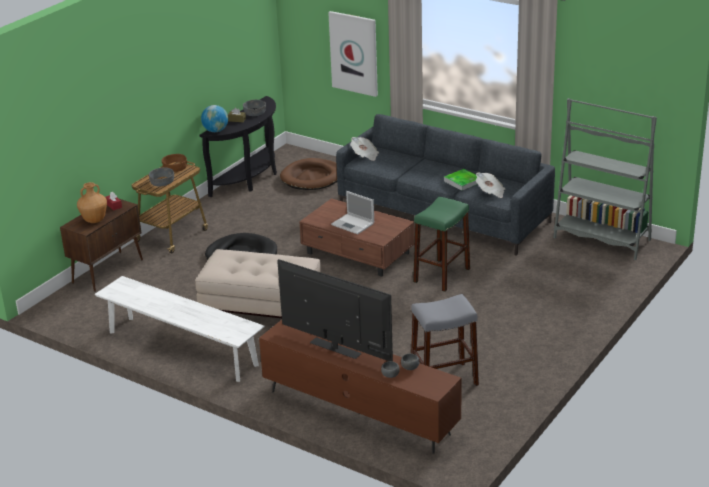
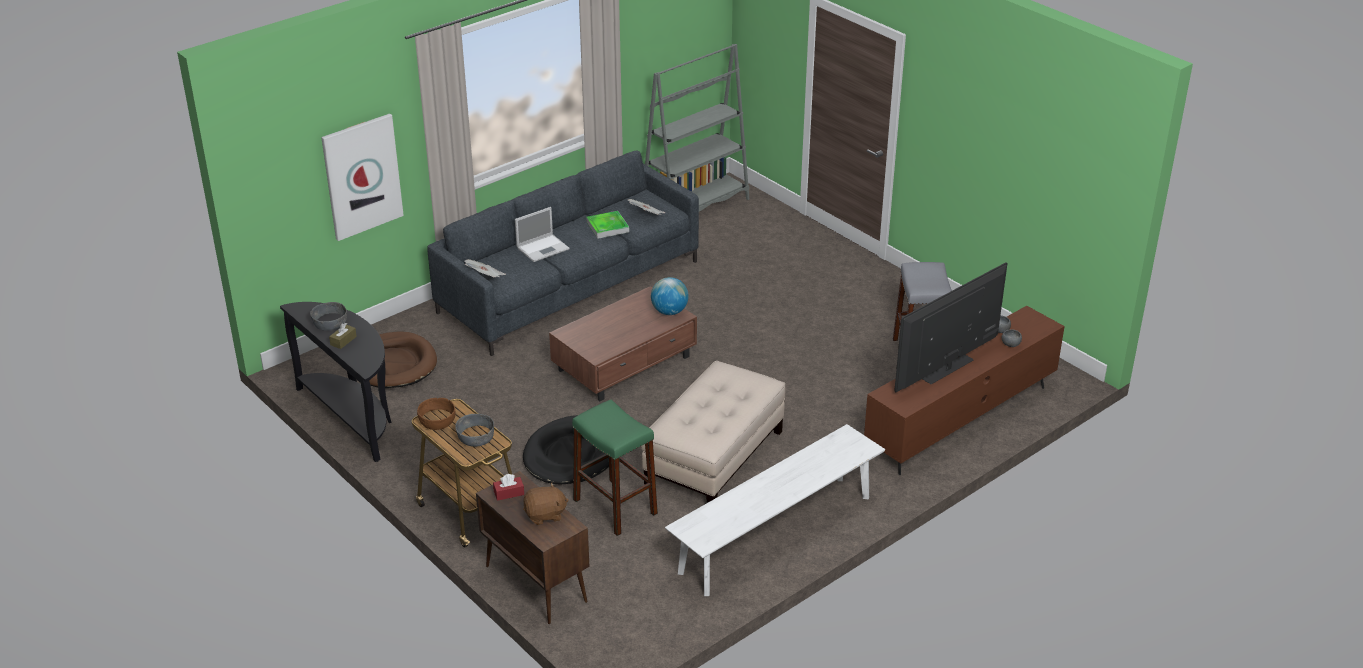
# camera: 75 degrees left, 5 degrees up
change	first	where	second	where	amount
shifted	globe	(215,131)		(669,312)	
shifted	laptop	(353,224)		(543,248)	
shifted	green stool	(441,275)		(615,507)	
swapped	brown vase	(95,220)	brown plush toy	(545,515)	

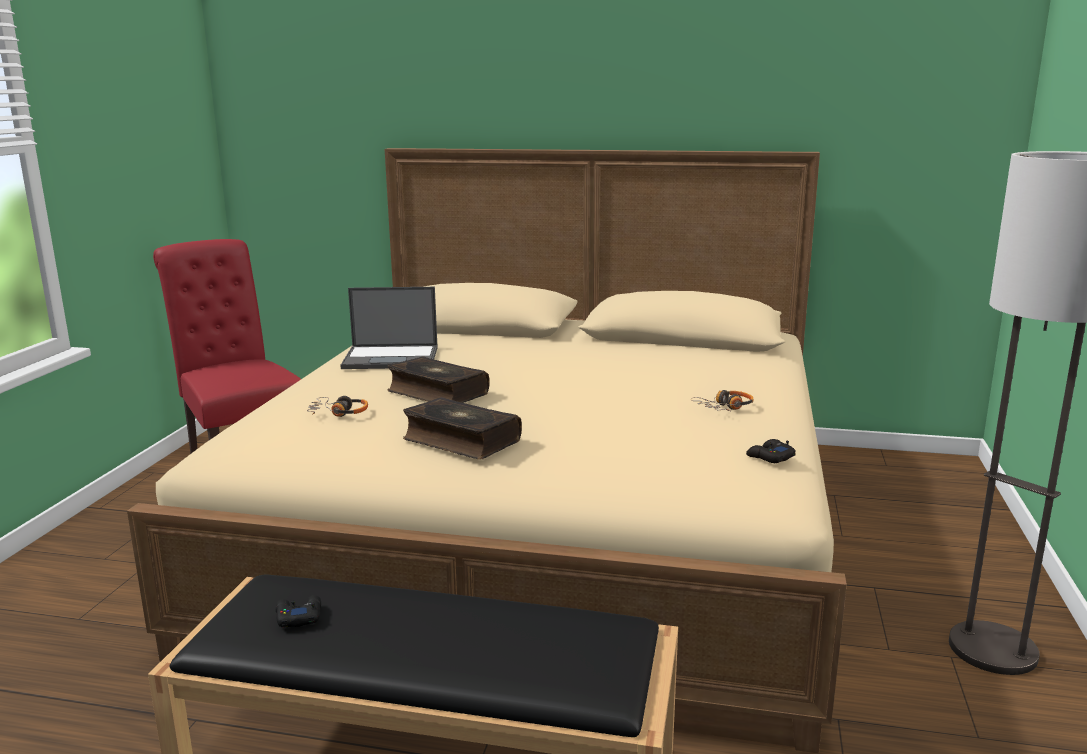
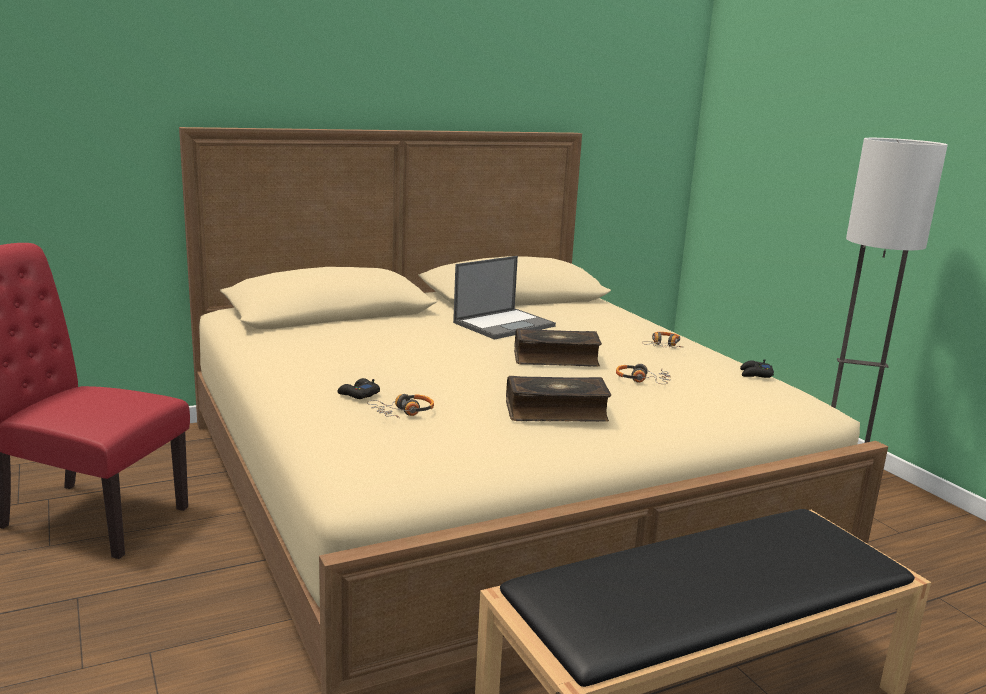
# camera: 40 degrees left, 0 degrees up
change	first	where	second	where	amount
new			headphones	(642,380)	
shifted	black game controller	(298,617)		(358,394)	
shifted	laptop	(392,358)		(504,324)	
shifted	book	(436,393)		(556,358)	

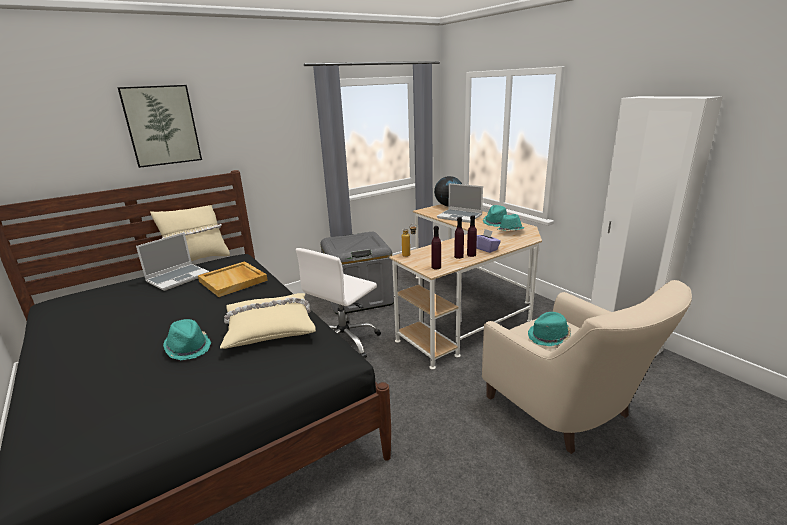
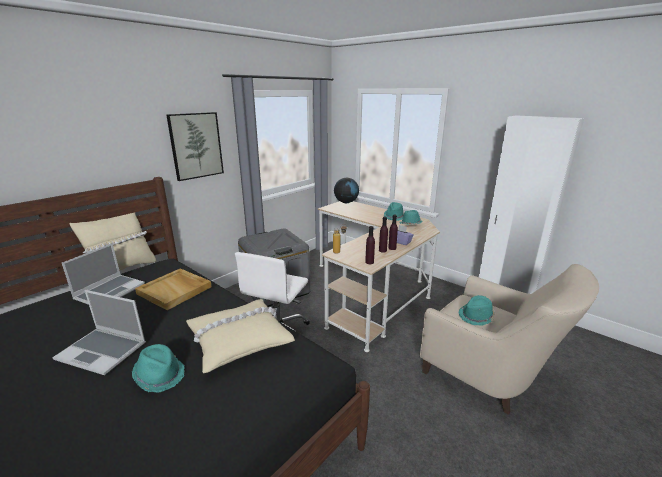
# camera: 15 degrees left, 0 degrees up
change	first	where	second	where	amount
shifted	picture	(162,125)		(196,145)	
shifted	laptop	(460,216)		(103,351)	

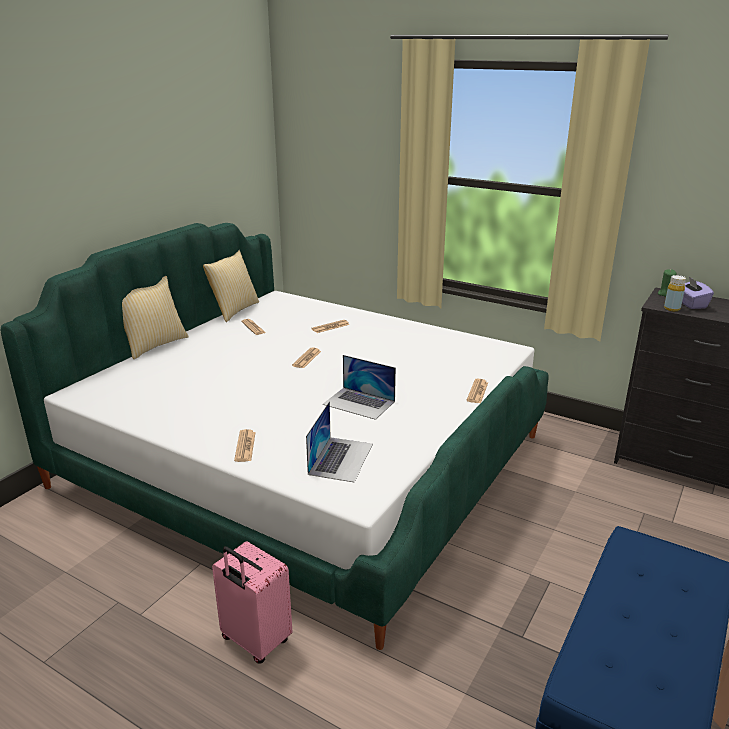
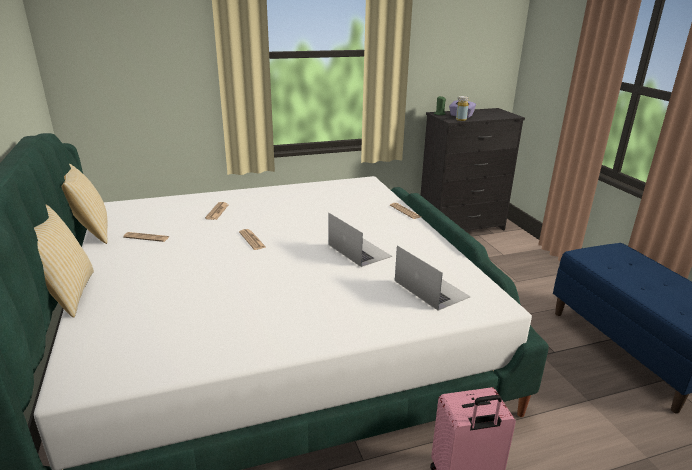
# camera: 50 degrees left, 0 degrees up
change	first	where	second	where	amount
gone	newspaper	(245,446)			
rotated	laptop	(359,403)		(359,250)	105 degrees counterclockwise

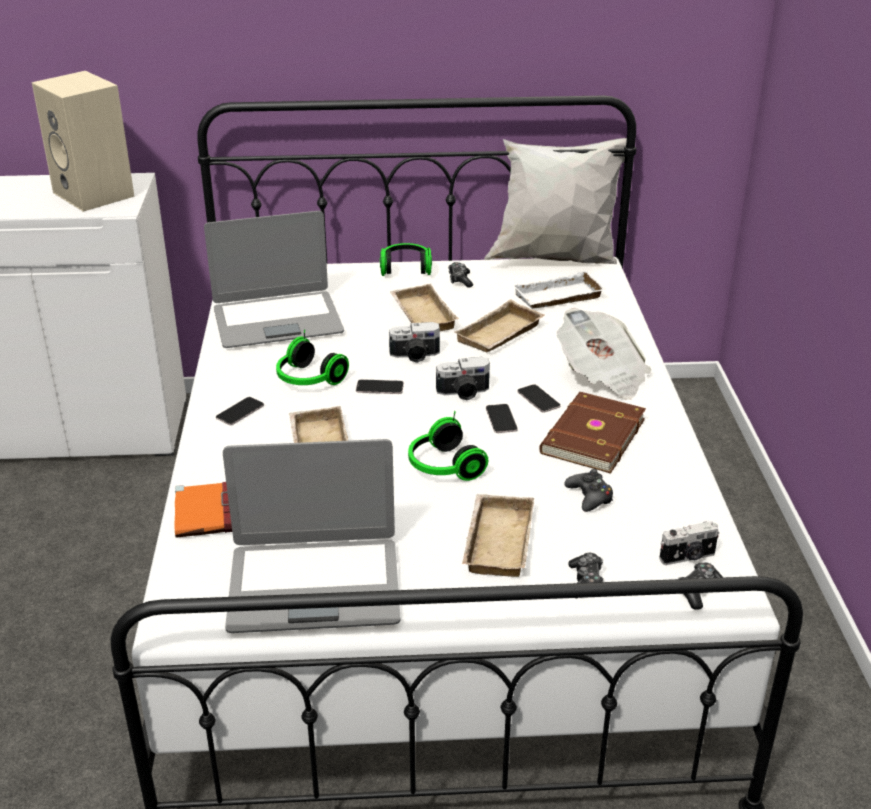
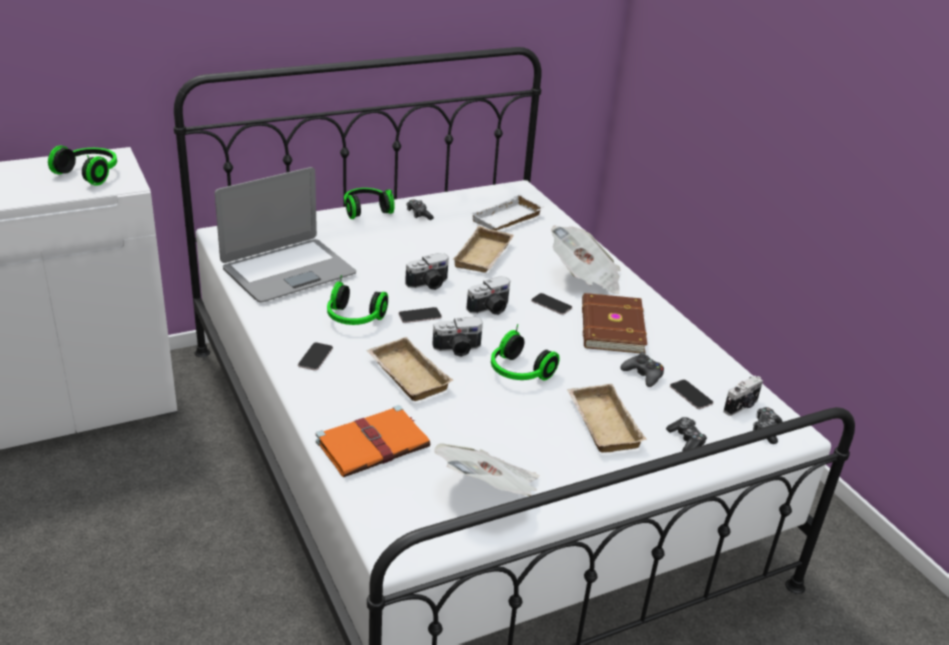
# camera: 25 degrees left, 0 degrees up
change	first	where	second	where	amount
gone	beige tray	(420,315)			
gone	white pillow	(556,259)			
new			photo camera	(457,349)	
shifted	phone	(501,419)		(691,395)	
swapped	beige speaker	(96,194)	headphones	(90,174)	
swapped	laptop	(314,585)	newspaper	(489,491)	

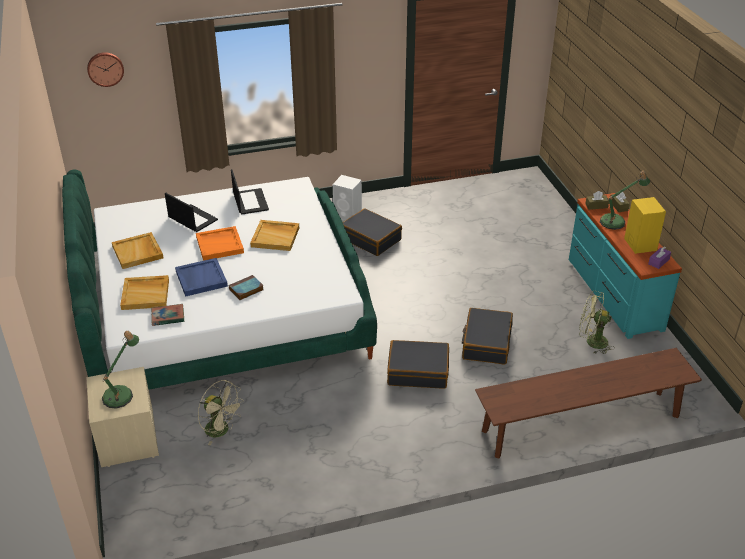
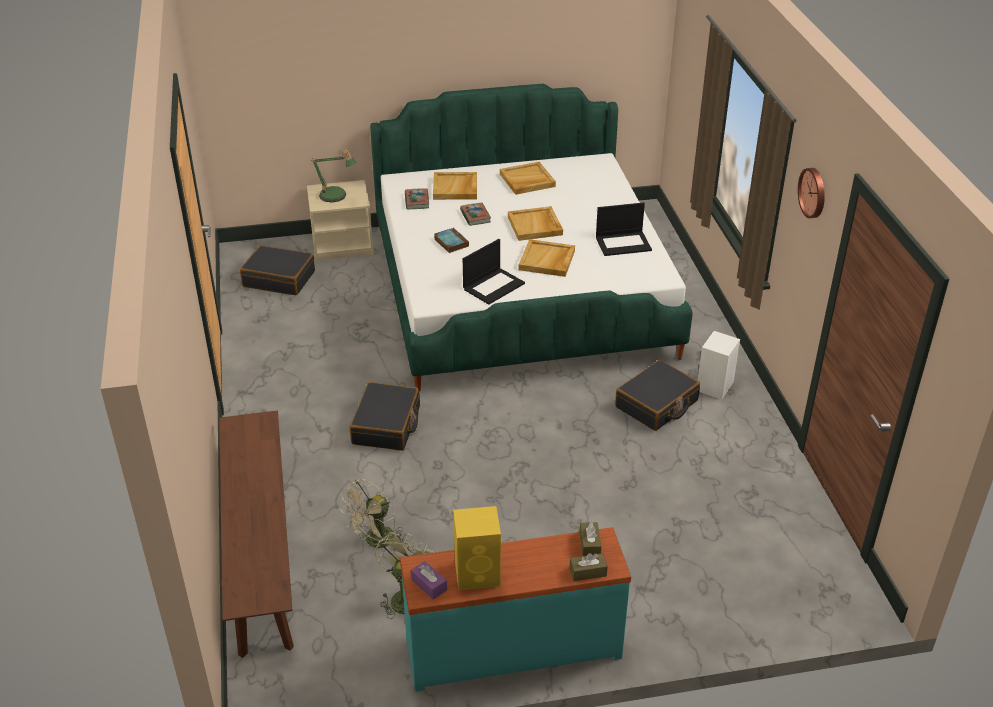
# camera: 95 degrees right, 0 degrees up
change	first	where	second	where	amount
gone	table lamp	(616,221)			
shifted	wall clock	(105,68)		(813,192)	
shifted	laptop	(192,219)		(494,286)	
shifted	beige fan	(221,431)		(376,542)	
shifted	black suitcase	(486,343)		(279,279)	
swapped	blue tray	(201,278)	book	(475,216)	
repainted	orange tray	(220,245)	beige tray	(535,226)	

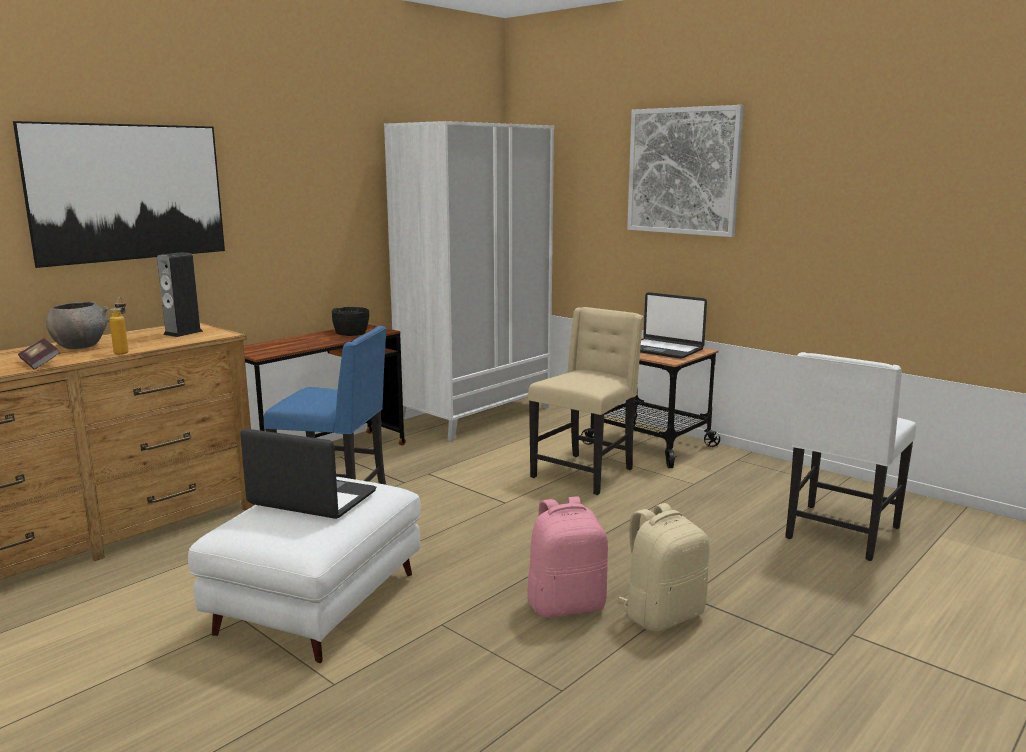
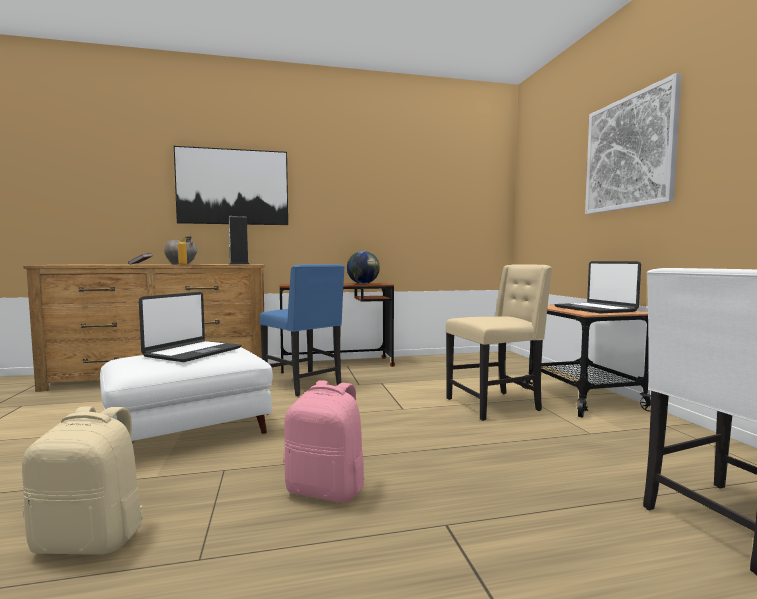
# camera: 35 degrees right, 10 degrees down
change	first	where	second	where	amount
gone	white wardrobe	(475,414)			
shifted	beige backpack	(662,615)		(92,539)	
swapped	black bowl	(352,333)	globe	(363,283)	
rotated	laptop	(312,499)		(192,352)	60 degrees clockwise

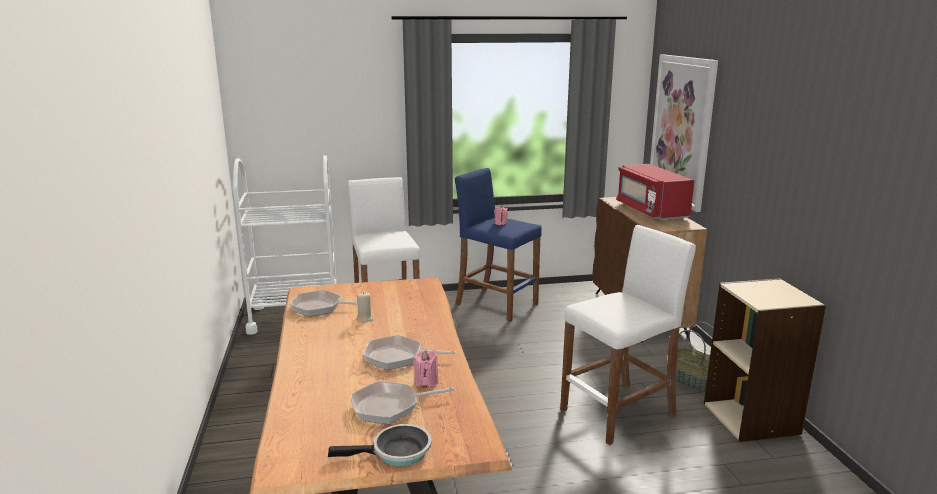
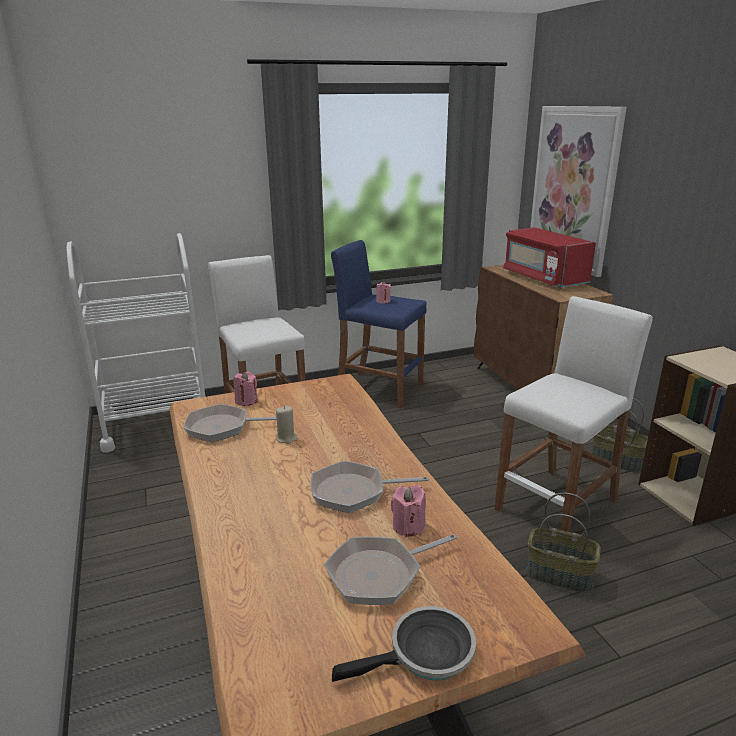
# camera: 10 degrees left, 5 degrees up
change	first	where	second	where	amount
new			pink candle	(246,401)	
new			basket	(560,574)	

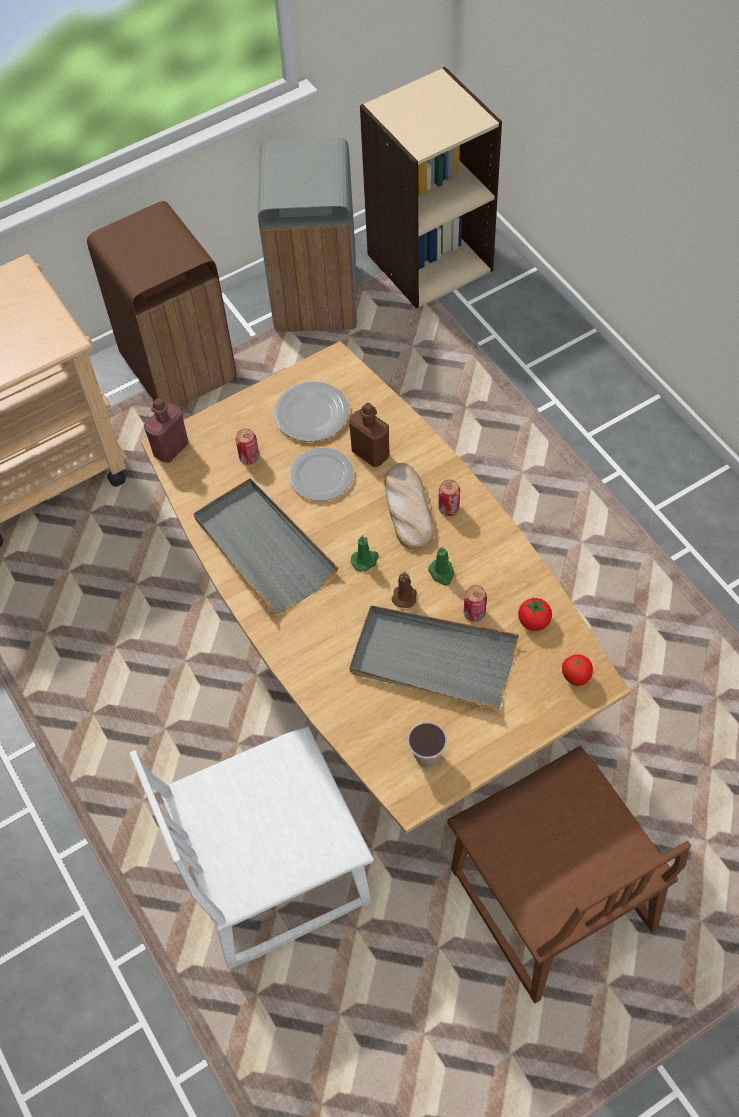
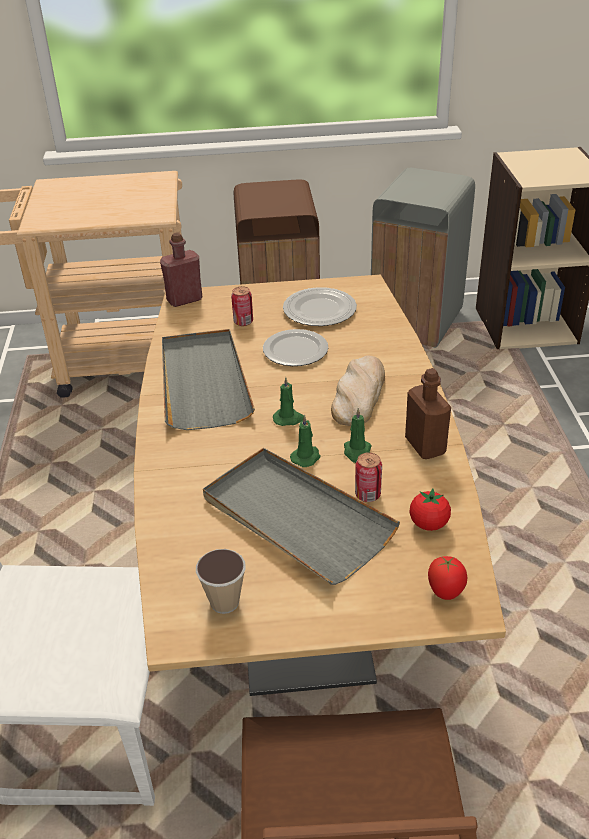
# camera: 25 degrees right, 20 degrees down
change	first	where	second	where	amount
gone	can	(448,508)			
shifted	brown bottle	(370,453)		(425,446)	
repainted	brown candle	(404,595)	green candle	(306,457)	

